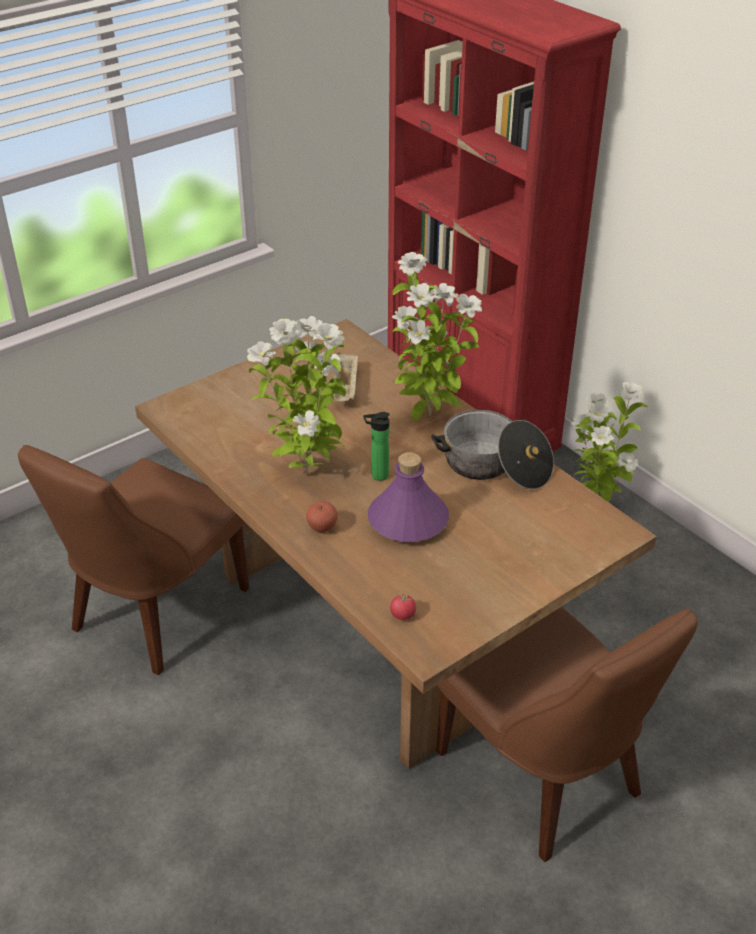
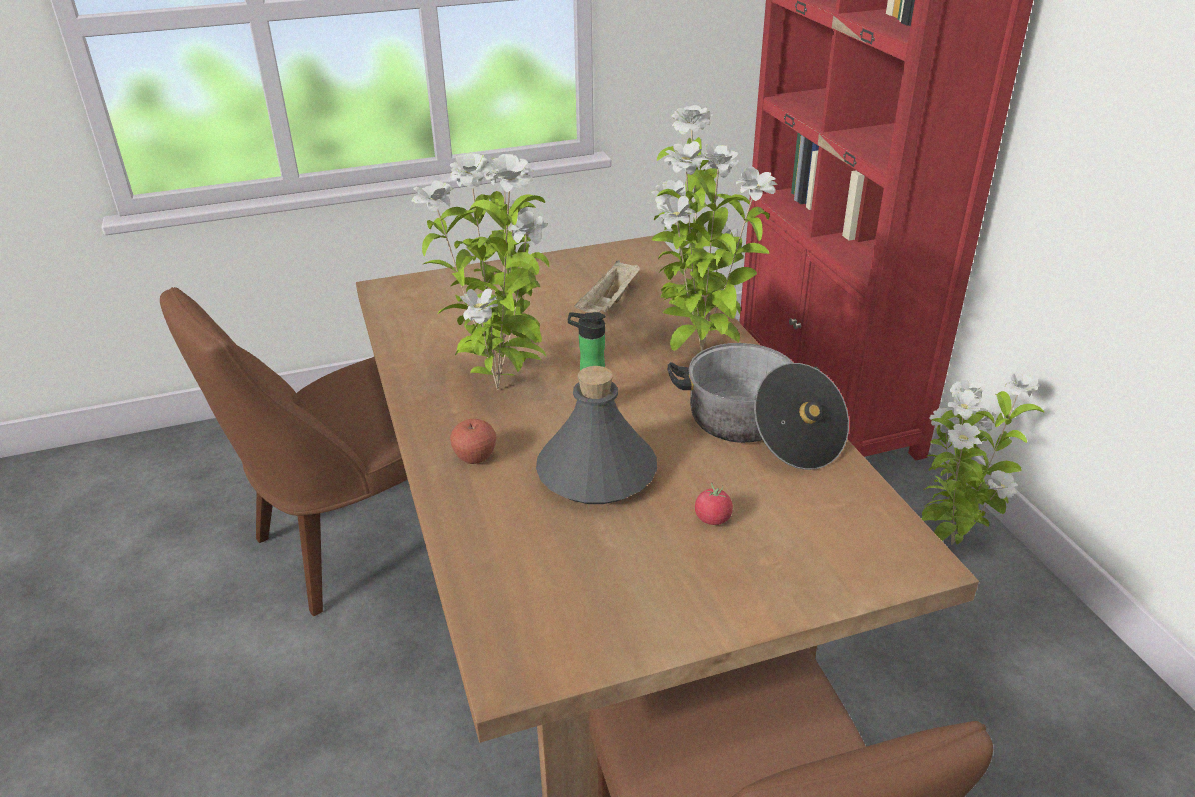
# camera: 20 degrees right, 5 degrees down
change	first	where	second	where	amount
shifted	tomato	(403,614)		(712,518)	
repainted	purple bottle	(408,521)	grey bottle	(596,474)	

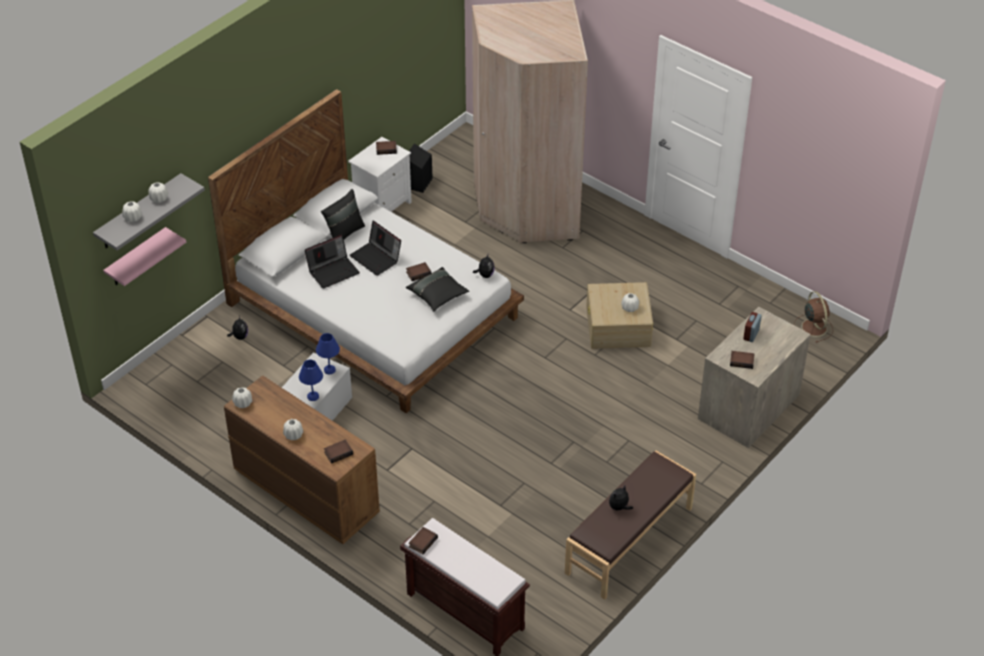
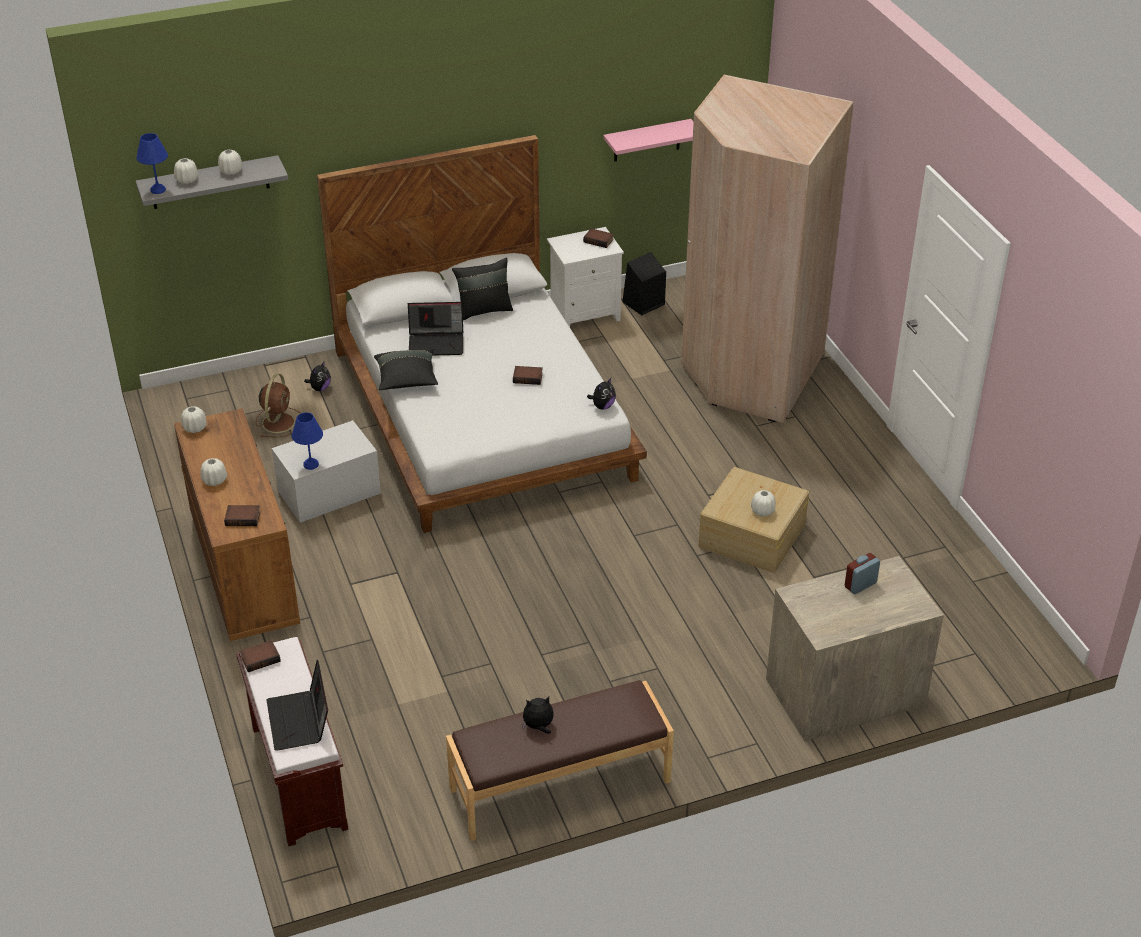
# camera: 30 degrees right, 5 degrees down
change	first	where	second	where	amount
gone	book	(742,361)			
shifted	pink shelf	(136,258)		(647,140)	
shifted	blue table lamp	(329,369)		(158,189)	
shifted	laptop	(376,258)		(300,721)	
shifted	black pillow	(438,296)		(406,379)	
shifted	brown fan	(813,327)		(279,422)	

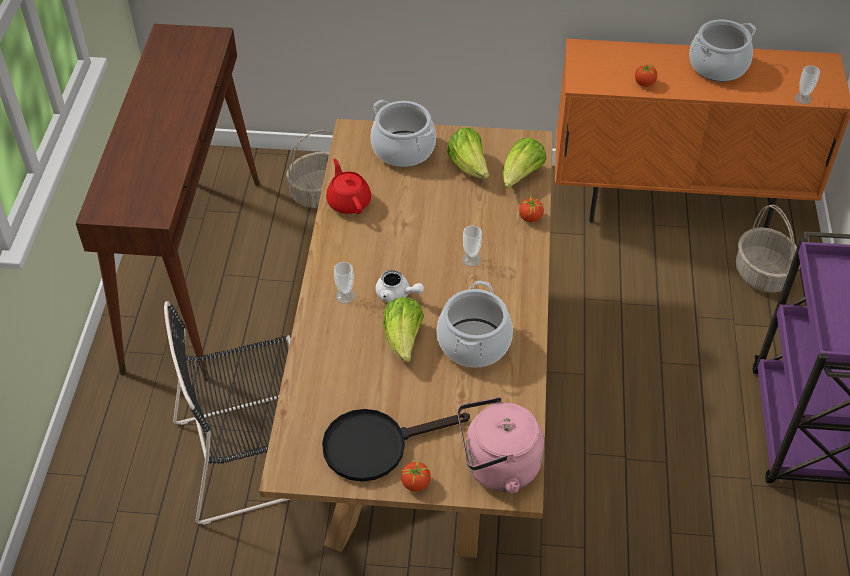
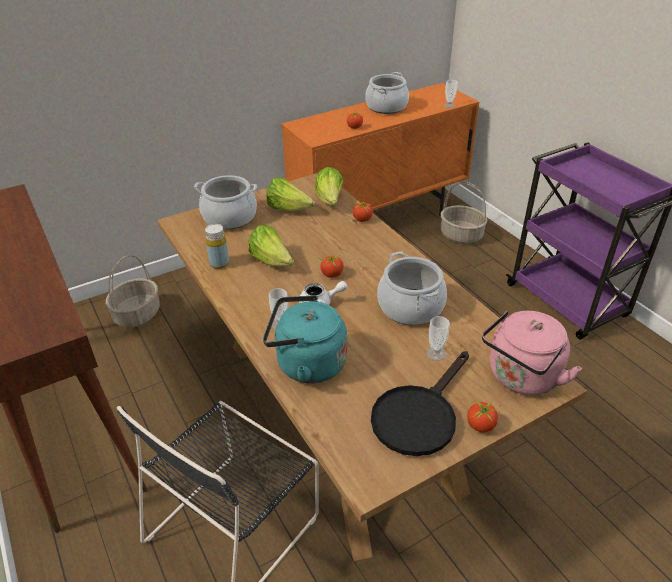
# camera: 35 degrees left, 10 degrees down
change	first	where	second	where	amount
new			turquoise kettle	(306,364)	
new			tomato	(331,274)	
shifted	lettuce	(403,340)		(272,261)	
shifted	cup	(471,259)		(436,353)	
swapped	red teapot	(348,201)	yellow bottle	(219,263)	

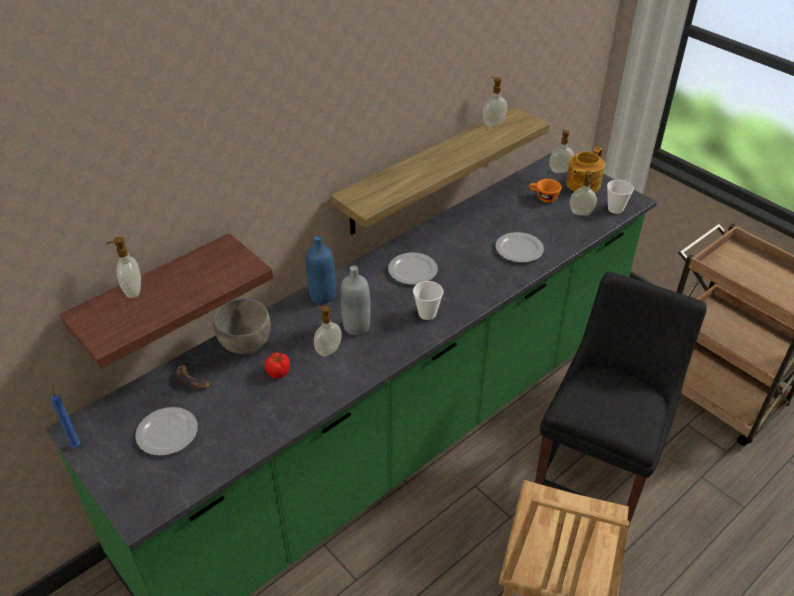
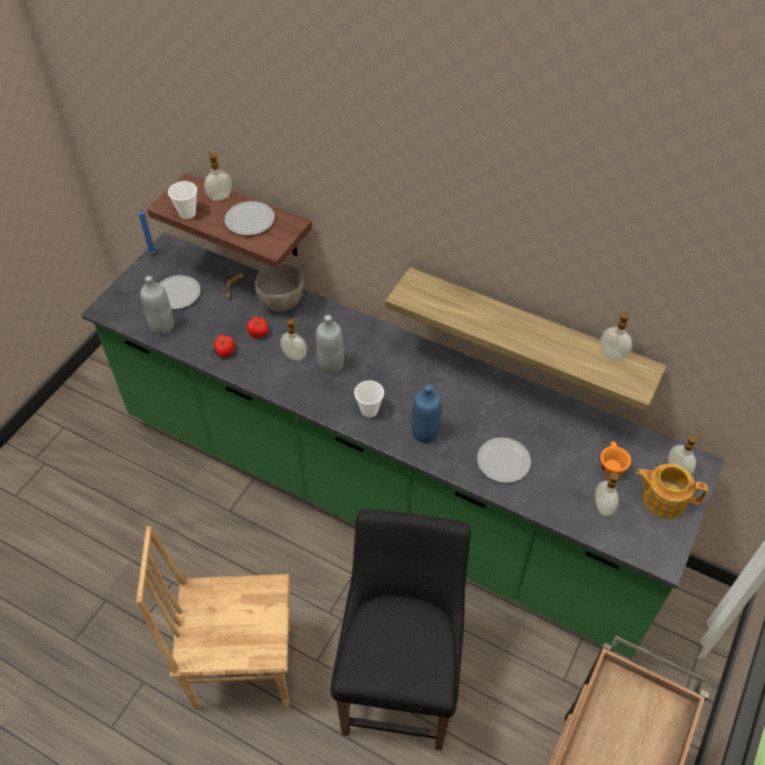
# camera: 70 degrees right, 10 degrees up
change	first	where	second	where	amount
new			grey bottle	(162,326)	
new			tomato	(225,352)	
shifted	blue bottle	(322,296)		(425,433)	
shifted	plate	(412,271)		(249,220)	
shifted	cup	(615,209)		(187,213)	
rotated	black chair	(595,480)		(401,682)	90 degrees counterclockwise

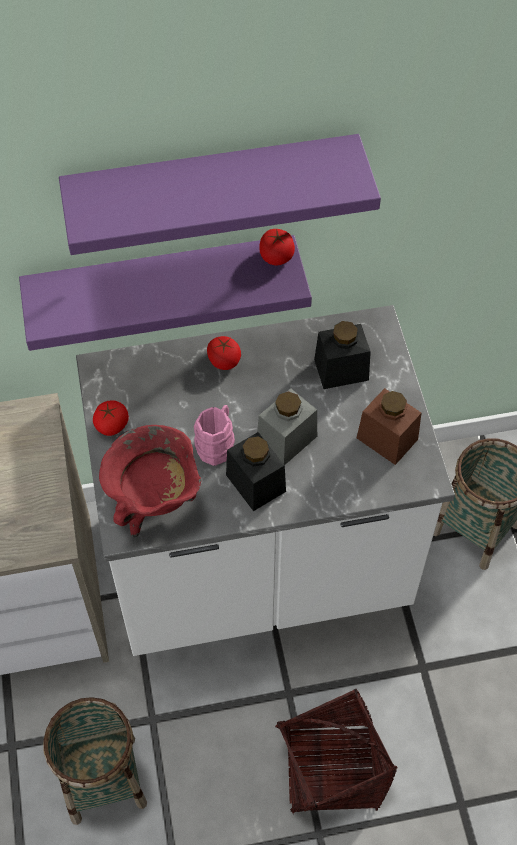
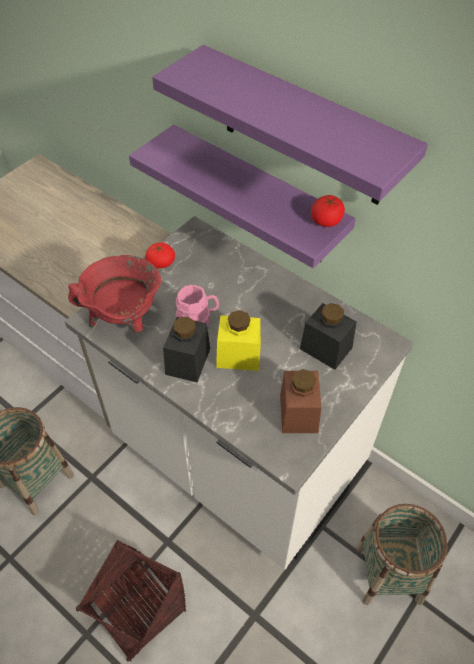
# camera: 50 degrees right, 5 degrees down
change	first	where	second	where	amount
gone	tomato	(224,360)			
repainted	grey jar	(286,439)	yellow jar	(238,355)	

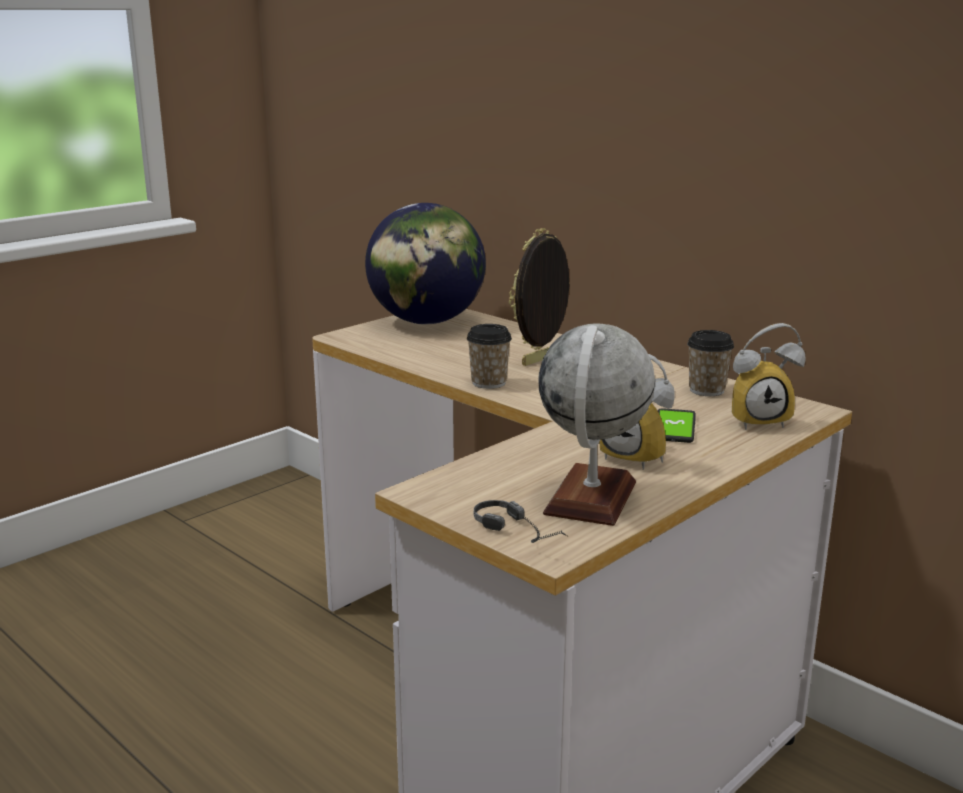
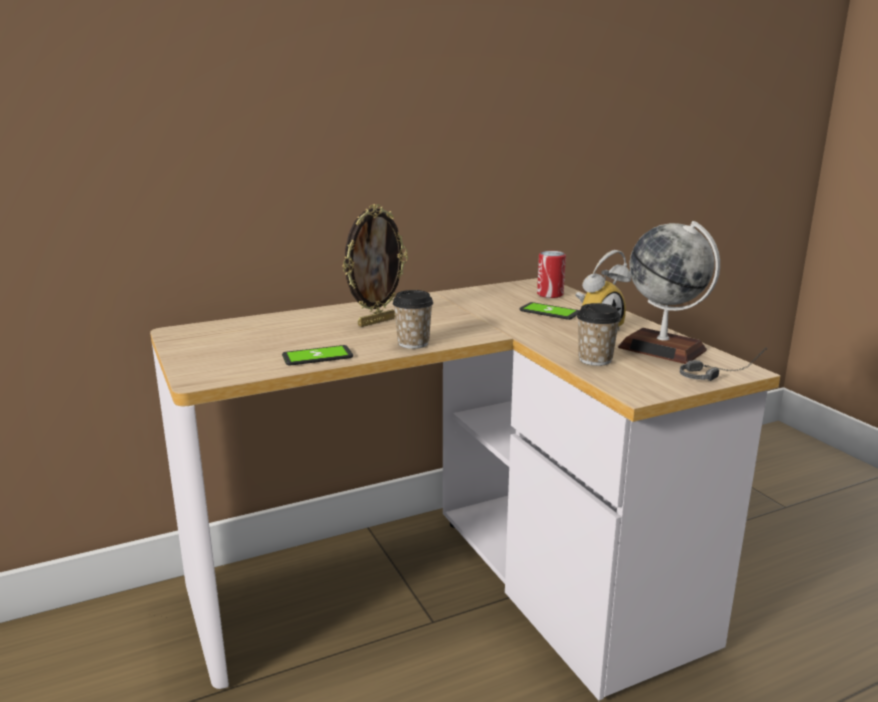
# camera: 70 degrees left, 0 degrees up
change	first	where	second	where	amount
gone	globe	(426,322)			
new			phone	(317,357)	
shifted	cup	(706,390)		(595,360)	
swapped	alarm clock	(759,420)	can	(550,294)	
rotated	picture frame	(540,361)		(376,322)	105 degrees counterclockwise

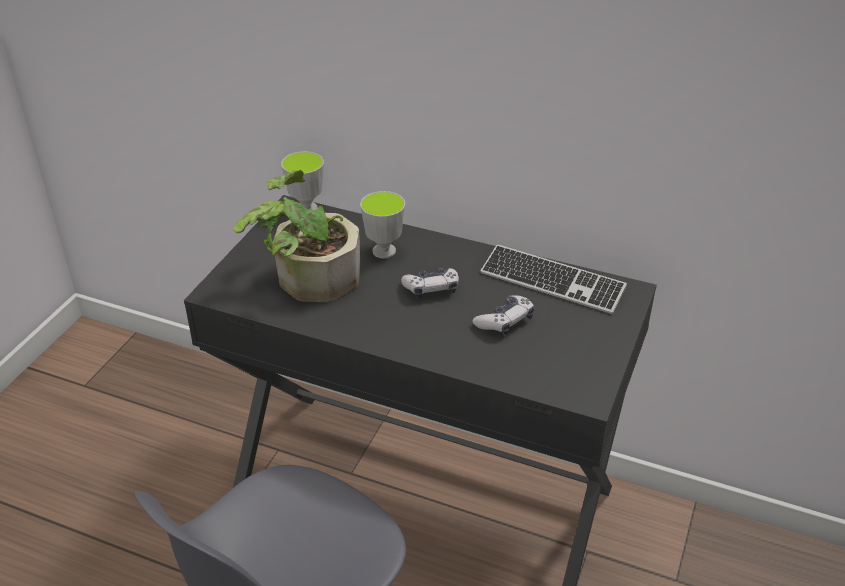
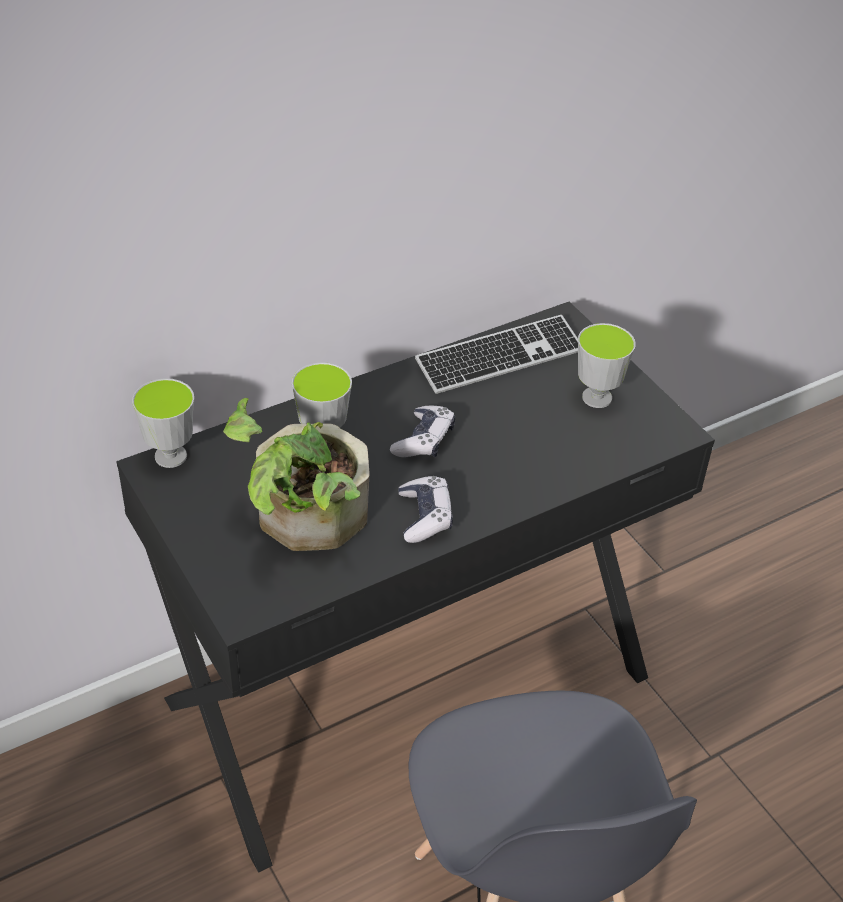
# camera: 55 degrees left, 5 degrees up
change	first	where	second	where	amount
new			cup	(597,398)	
shifted	game controller	(505,321)		(425,516)	

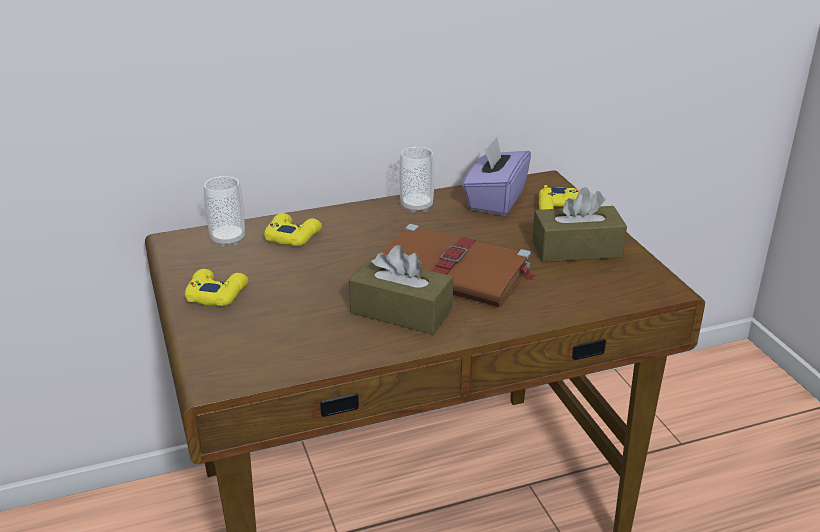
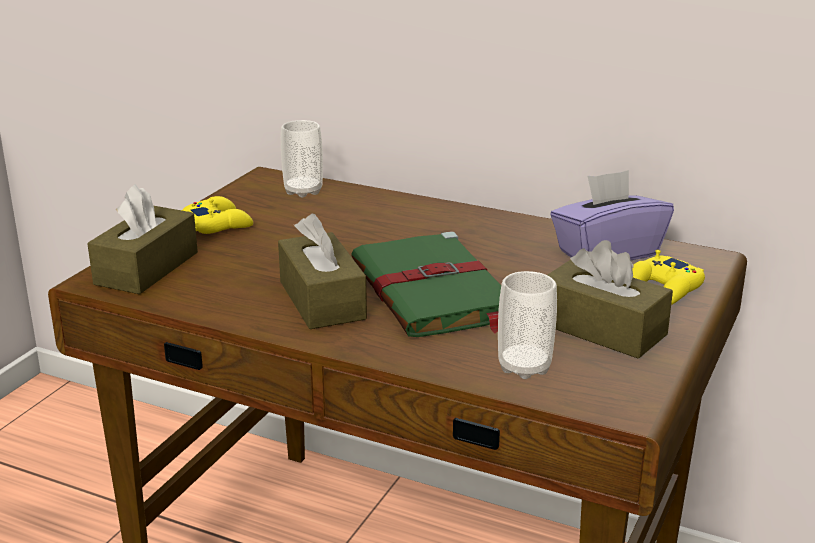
# camera: 45 degrees right, 5 degrees down
change	first	where	second	where	amount
gone	yellow game controller	(293,236)			
new			brown tissue box	(147,268)	
shifted	cup	(416,206)		(524,367)	
repainted	brown book	(454,272)	green book	(433,292)	

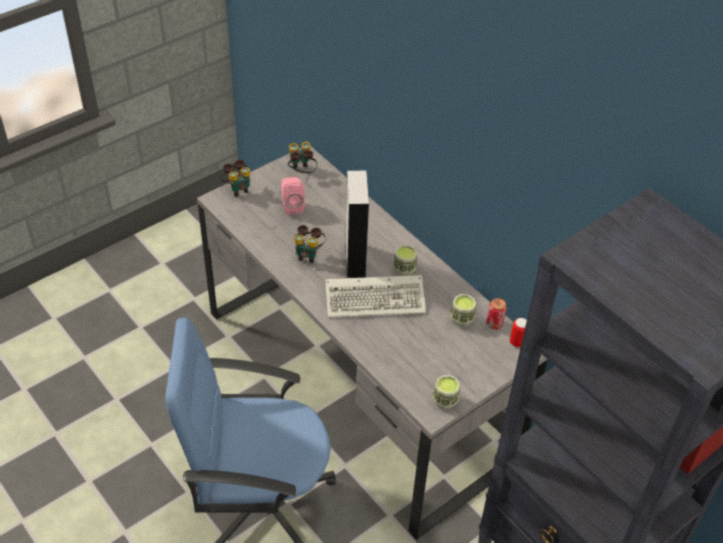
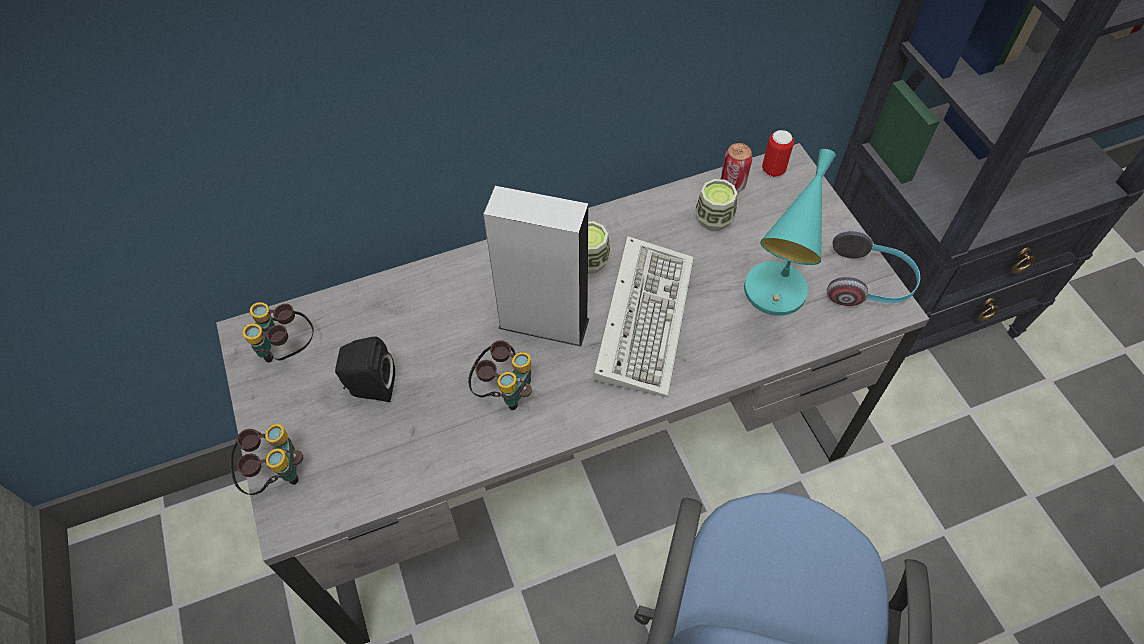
# camera: 70 degrees left, 10 degrees up
change	first	where	second	where	amount
new			turquoise table lamp	(774,298)	
swapped	cup	(445,401)	headphones	(868,283)	
repainted	pink speaker	(292,206)	black speaker	(370,388)	

